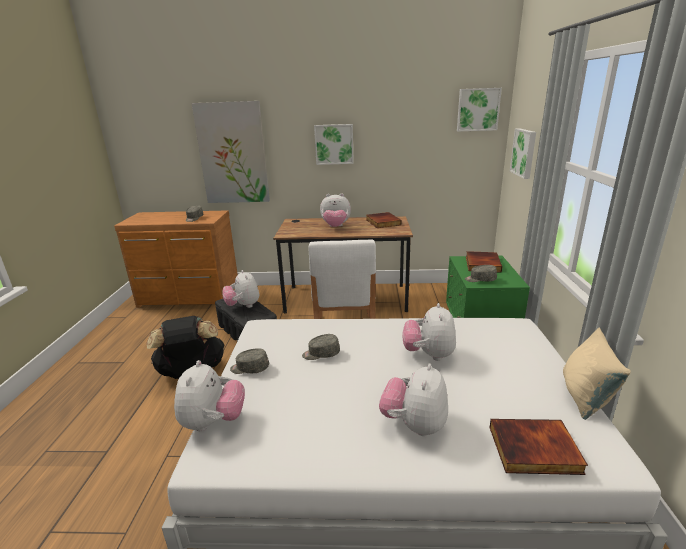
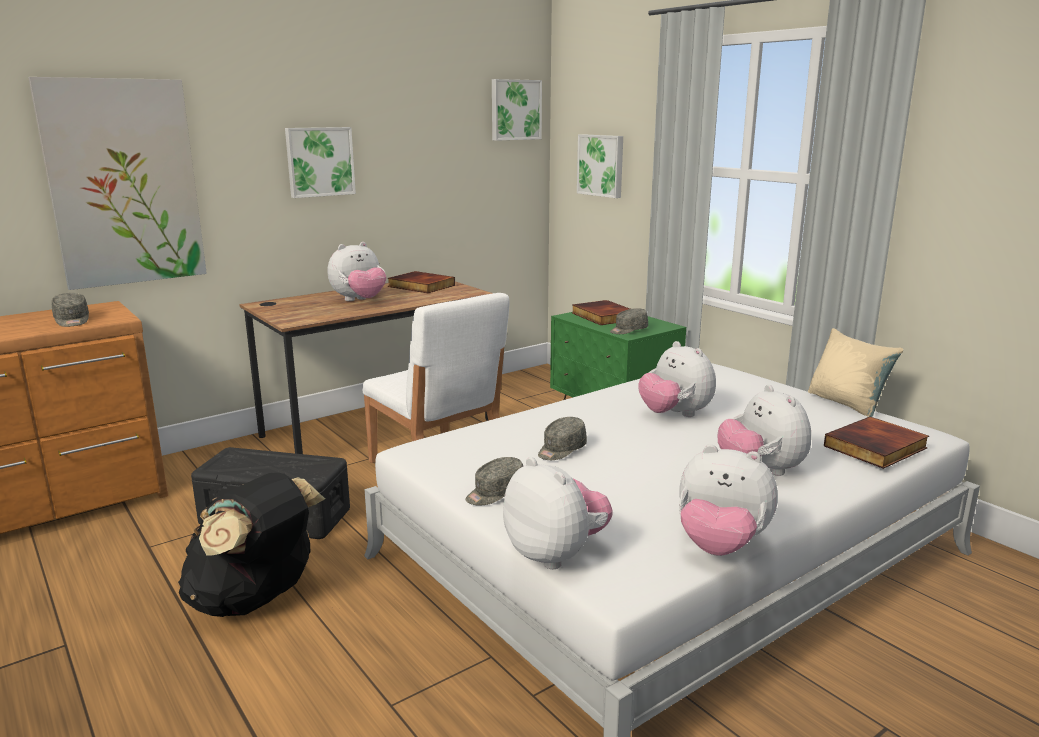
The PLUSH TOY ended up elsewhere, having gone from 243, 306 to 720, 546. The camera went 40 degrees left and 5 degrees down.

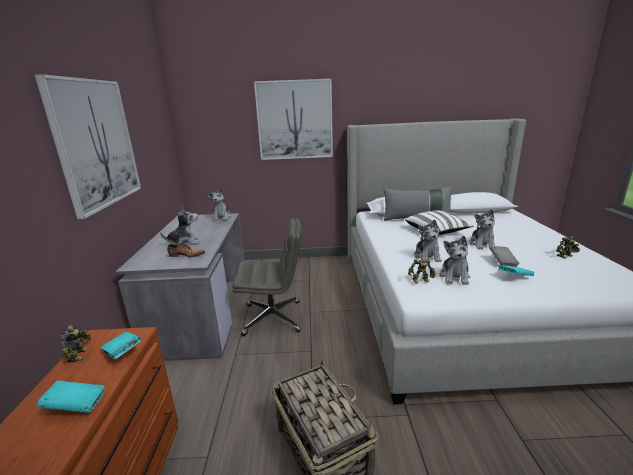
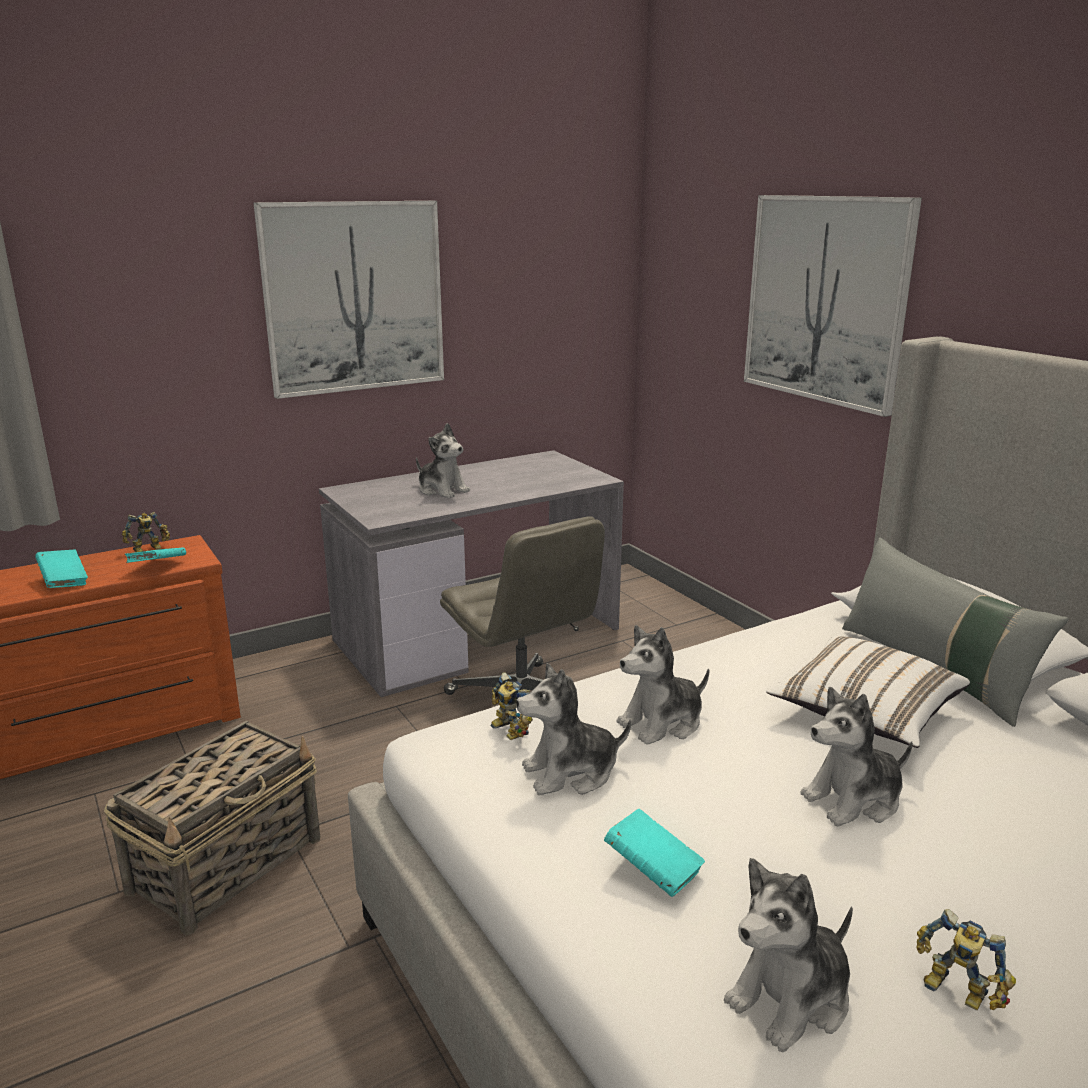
The PLUSH TOY ended up elsewhere, having gone from 222, 217 to 791, 998. The second view lost the SHOE at 186, 255. The second view lost the GREY BOOK at 502, 262. The camera went 60 degrees right and 0 degrees up.

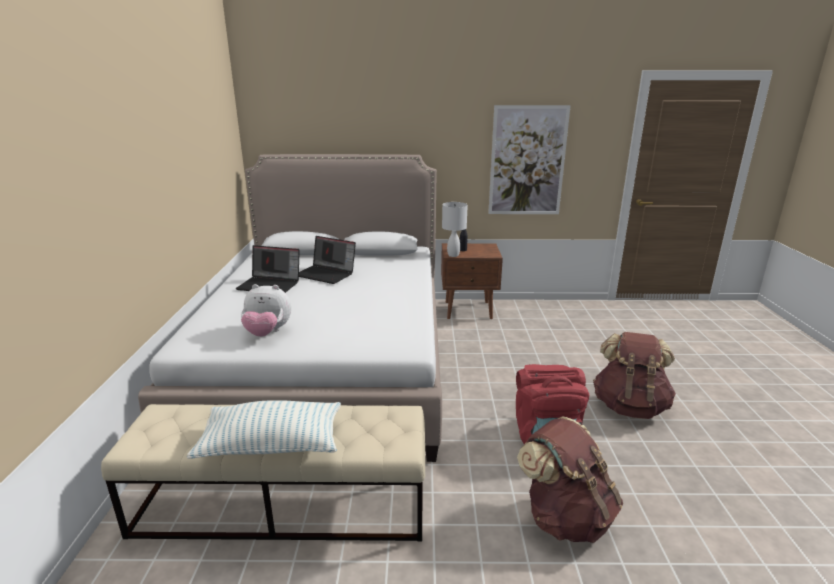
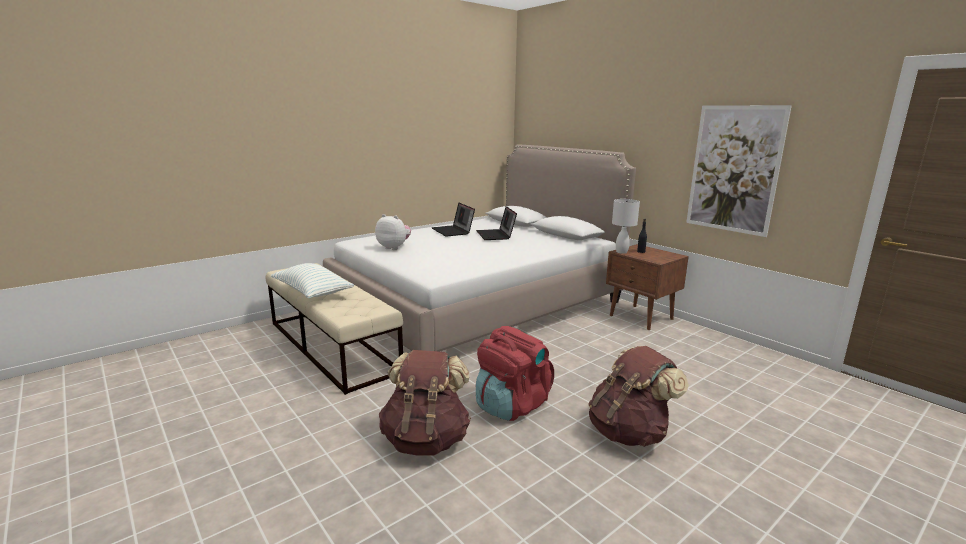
The PLUSH TOY at 267, 333 ended up facing another way, 150 degrees clockwise from before. The camera went 50 degrees right and 5 degrees down.

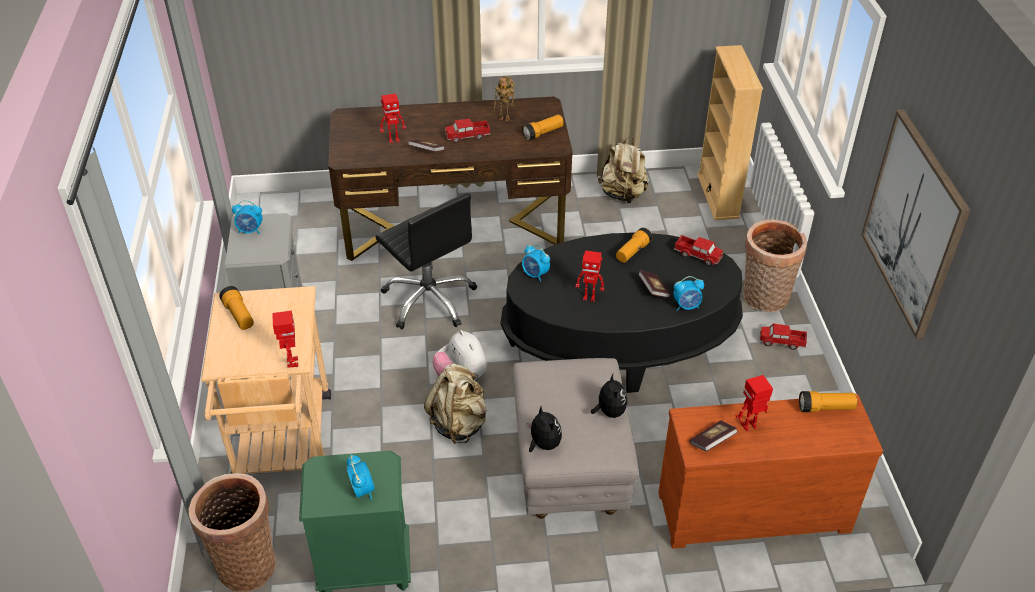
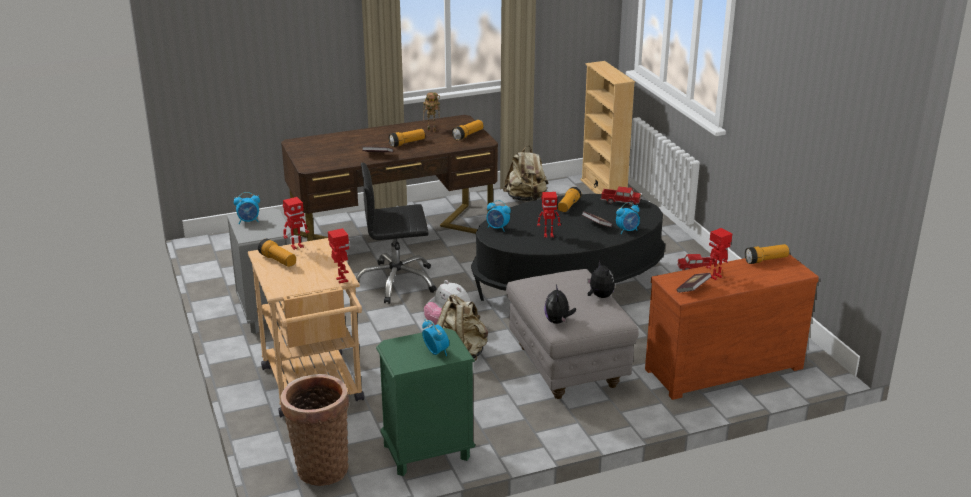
The TOY ROBOT ended up elsewhere, having gone from 393, 140 to 296, 246. The BLACK OFFICE CHAIR at 429, 299 ended up facing another way, 135 degrees clockwise from before. Where the TOY TRUCK stood at 467, 136, the FLASHLIGHT came to stand at 407, 143. The PLUSH TOY at 543, 444 ended up facing another way, 135 degrees counterclockwise from before. The second view lost the BASKET at 764, 299. The second view lost the PICTURE at 914, 223. The camera went 15 degrees left and 15 degrees down.

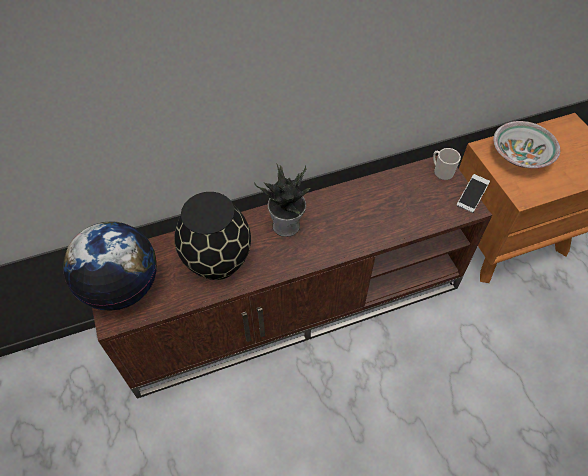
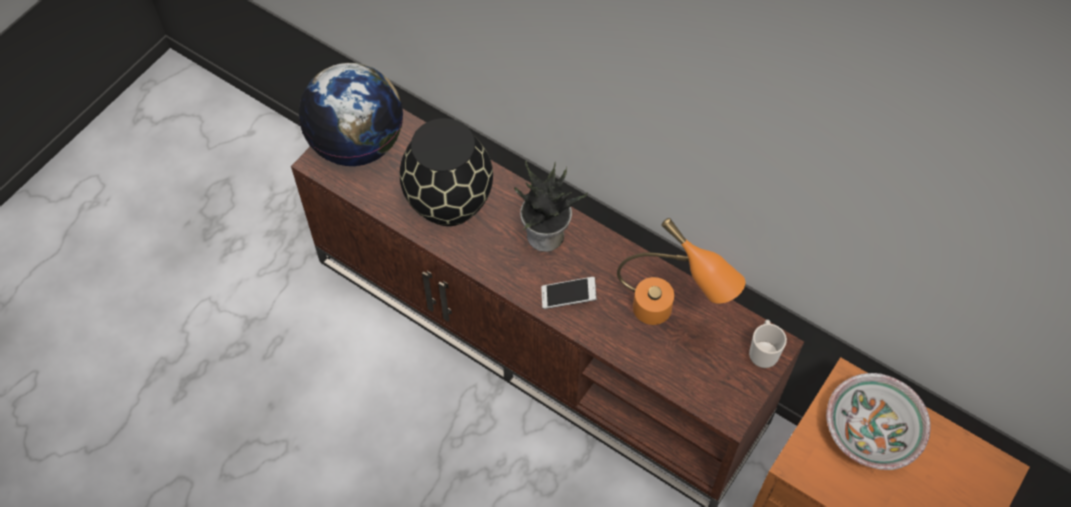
The PHONE ended up elsewhere, having gone from 471, 197 to 568, 297. The second view gained the ORANGE TABLE LAMP at 669, 317. The camera went 55 degrees right and 5 degrees up.

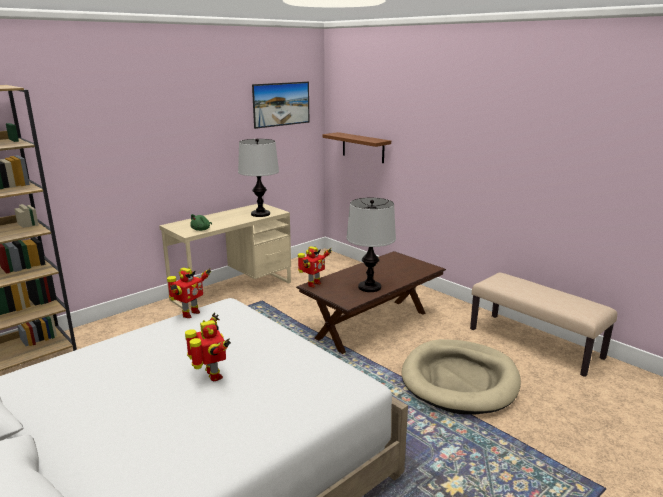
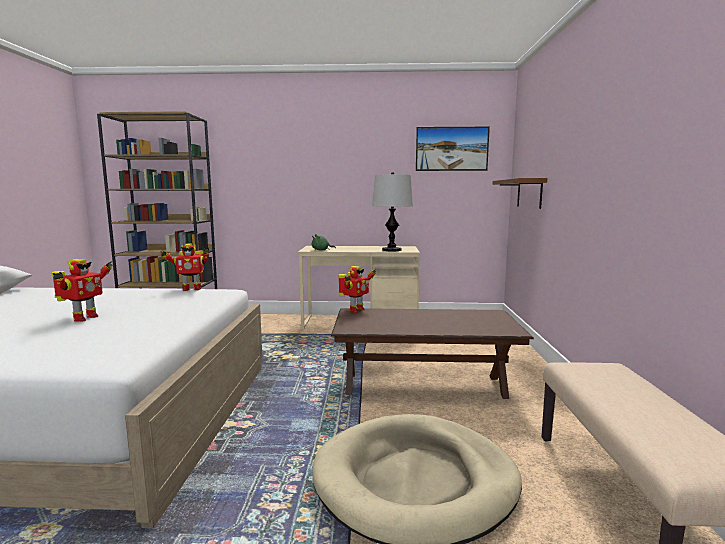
The TOY ROBOT at 313, 284 ended up facing another way, 45 degrees counterclockwise from before. The second view lost the TABLE LAMP at 369, 287. The camera went 45 degrees right and 10 degrees down.

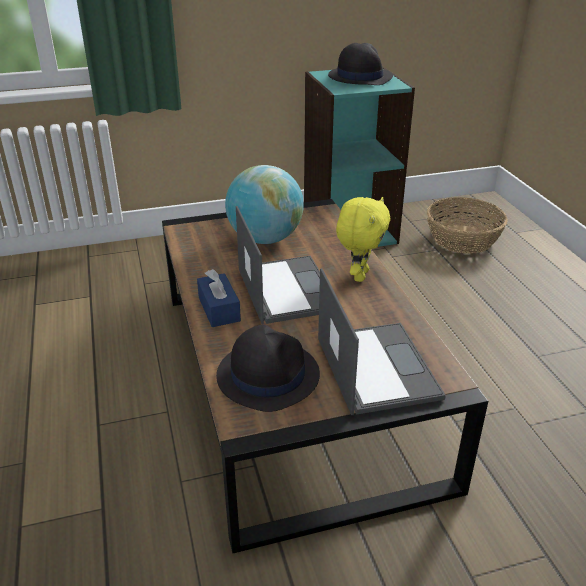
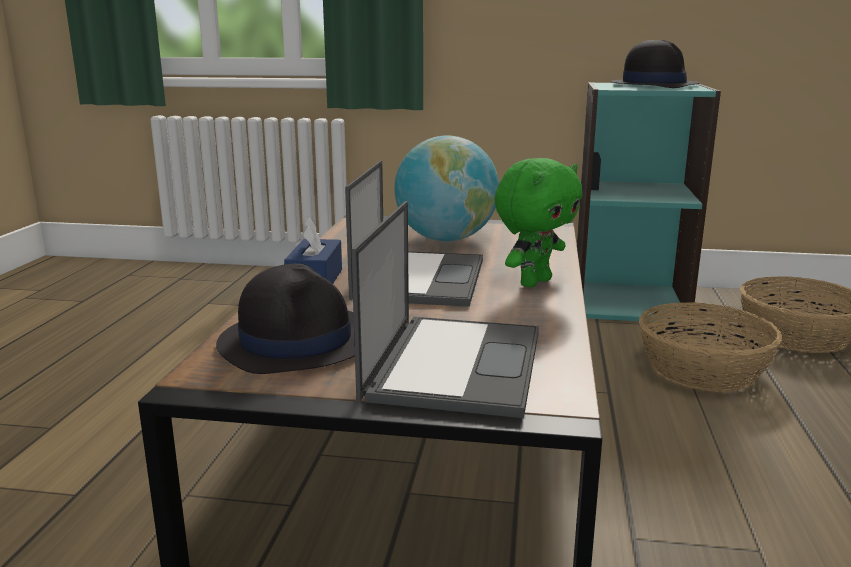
What was the YELLOW PLUSH TOY at 359, 275 turned into the GREEN PLUSH TOY at 534, 282. The second view gained the BASKET at 703, 370. The camera went 25 degrees right and 15 degrees down.

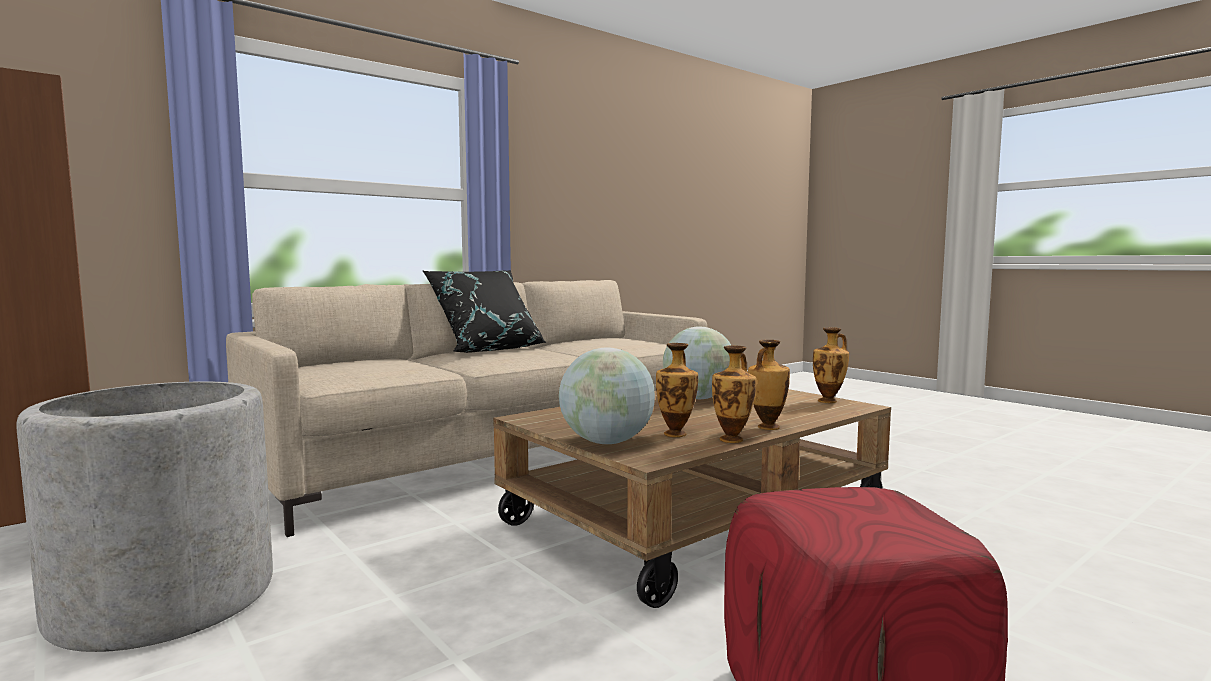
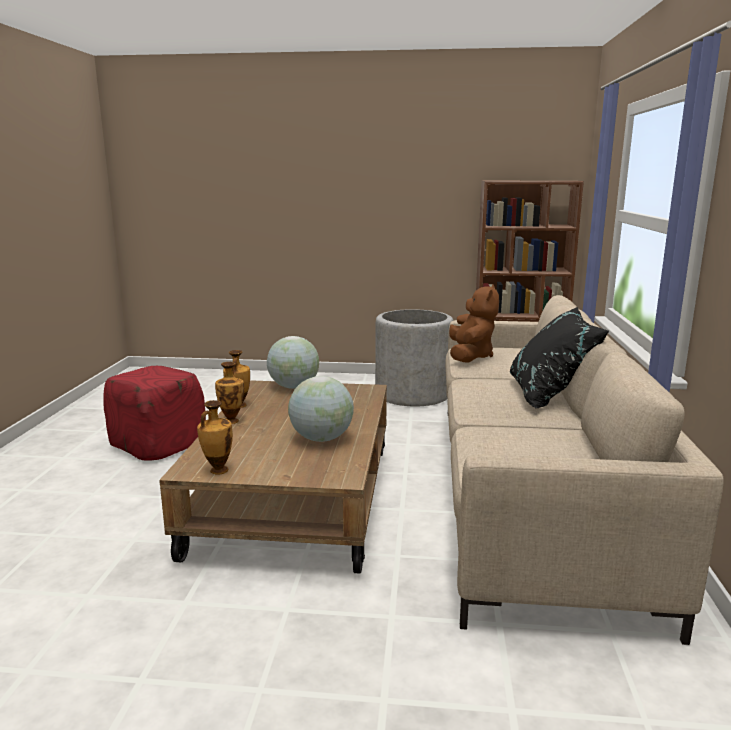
The second view gained the BROWN PLUSH TOY at 470, 356. The second view lost the VASE at 676, 434. The camera went 135 degrees right and 10 degrees up.

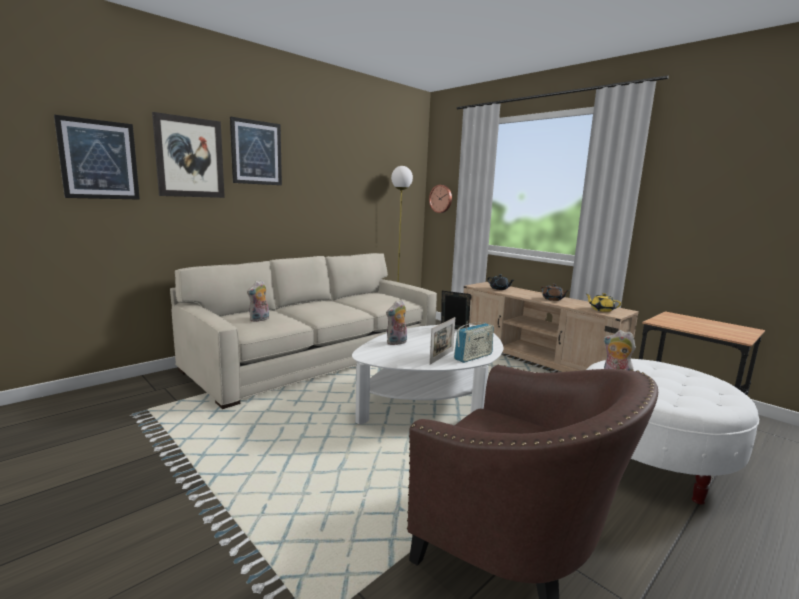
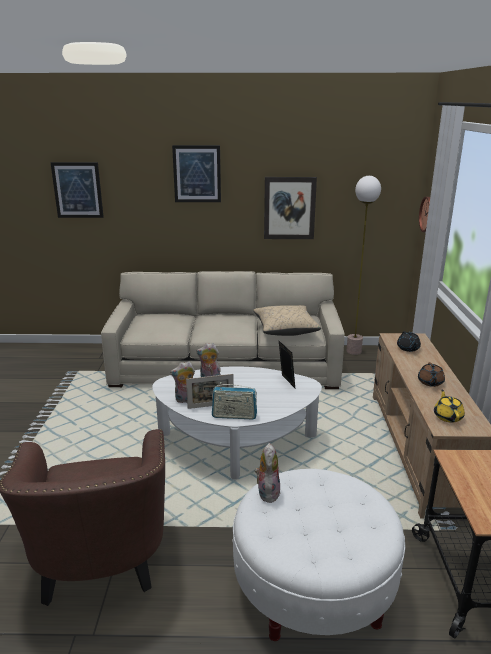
The PLUSH TOY ended up elsewhere, having gone from 259, 320 to 185, 400. The second view gained the BEIGE PILLOW at 285, 329. The PICTURE ended up elsewhere, having gone from 190, 157 to 289, 208. The camera went 45 degrees right and 10 degrees up.

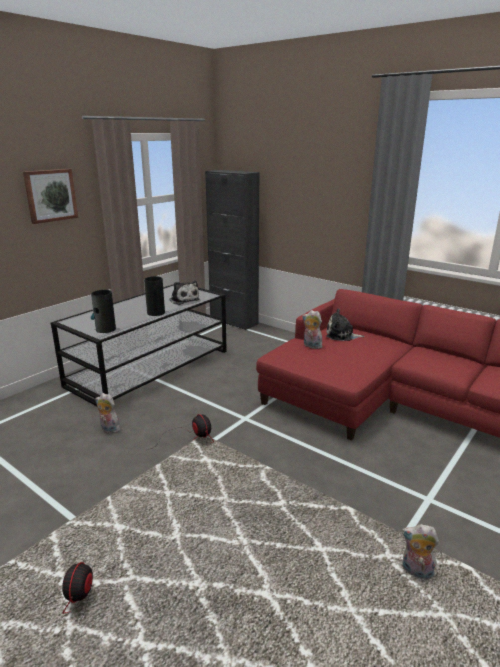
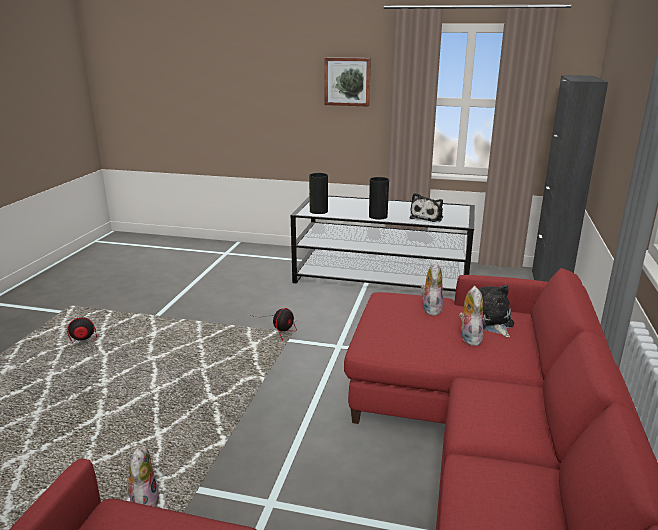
The PLUSH TOY ended up elsewhere, having gone from 109, 429 to 469, 338. The camera went 65 degrees right and 0 degrees up.

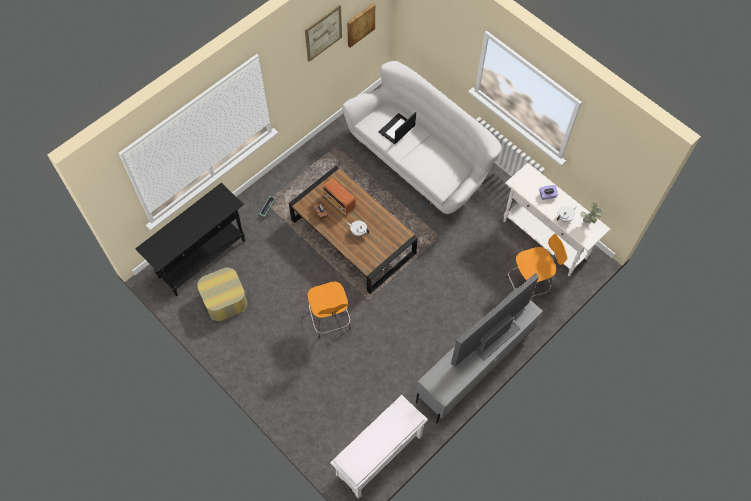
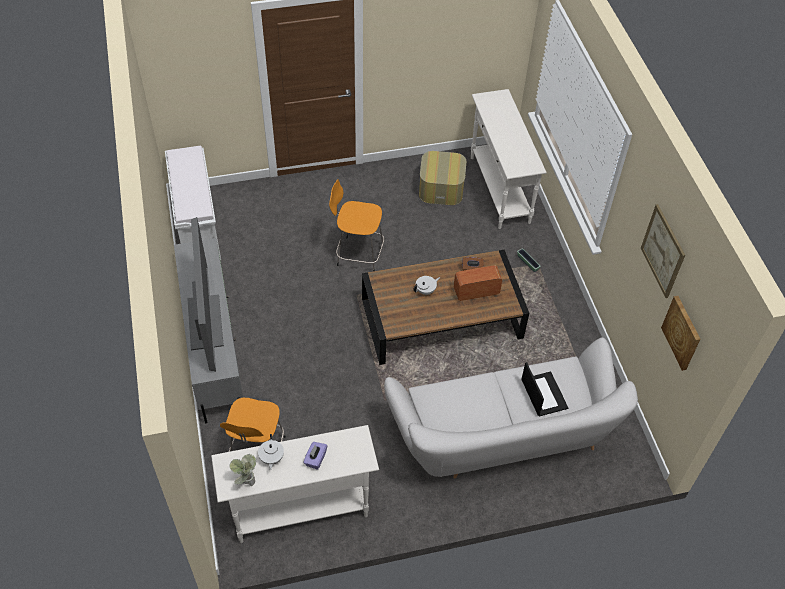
What was the BLACK CONSOLE TABLE at 202, 259 turned into the WHITE CONSOLE TABLE at 499, 190. The camera went 120 degrees right and 10 degrees down.

